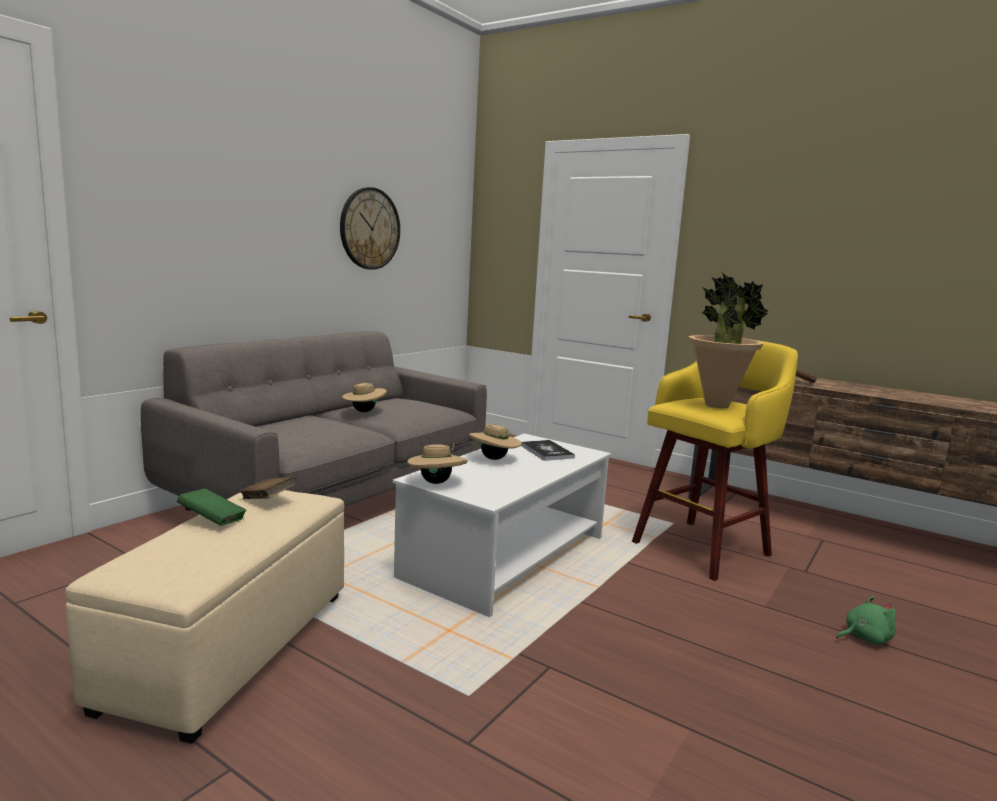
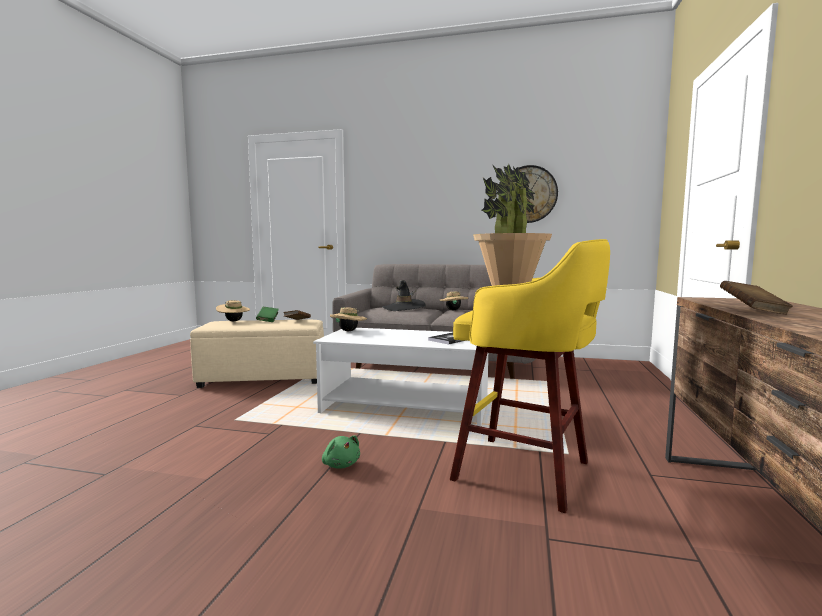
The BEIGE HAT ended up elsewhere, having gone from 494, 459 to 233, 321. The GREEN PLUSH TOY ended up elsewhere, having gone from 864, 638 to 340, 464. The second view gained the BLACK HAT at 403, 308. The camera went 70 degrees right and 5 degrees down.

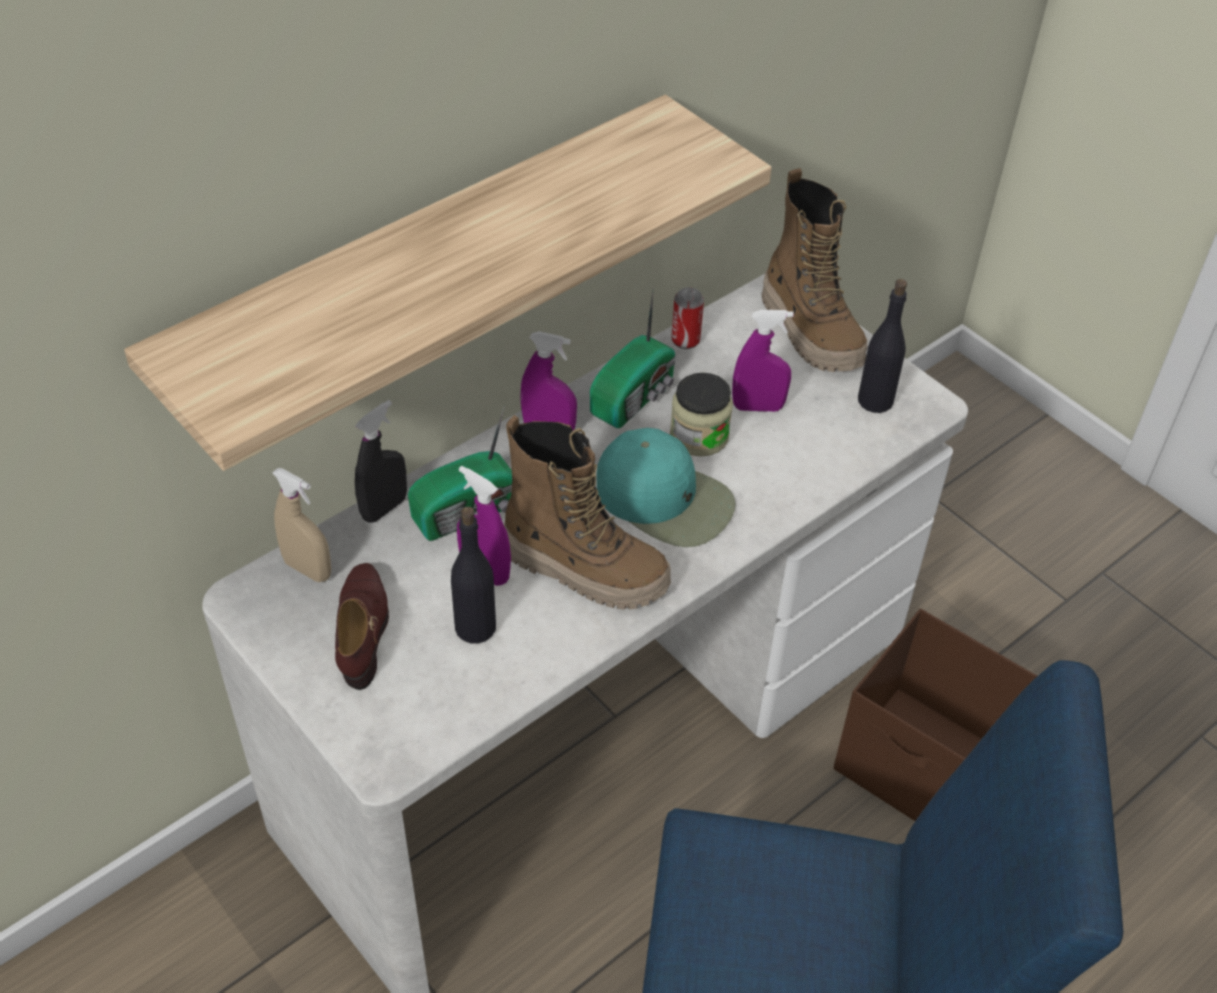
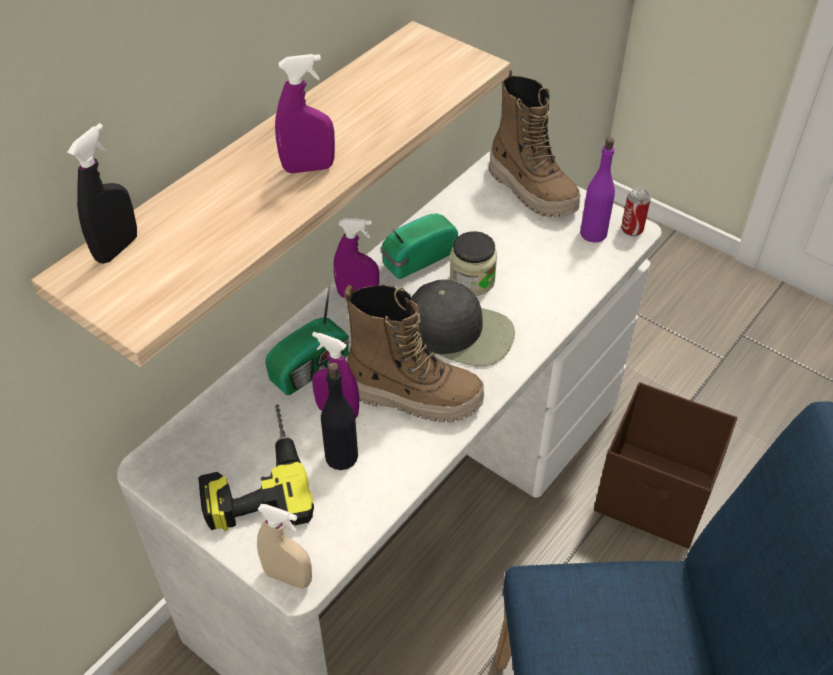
The BLACK SPRAY BOTTLE ended up elsewhere, having gone from 384, 508 to 117, 248. Where the BROWN SHOE stood at 363, 630, the POWER DRILL came to stand at 253, 475. The BEIGE SPRAY BOTTLE ended up elsewhere, having gone from 308, 569 to 288, 577. The PURPLE SPRAY BOTTLE ended up elsewhere, having gone from 758, 407 to 308, 168. The RADIO at 636, 396 ended up facing another way, 150 degrees counterclockwise from before. What was the TURQUOISE CAP at 665, 499 turned into the BLACK CAP at 460, 332. What was the BLACK BOTTLE at 876, 400 turned into the PURPLE BOTTLE at 593, 233. The CAN ended up elsewhere, having gone from 685, 340 to 632, 229. The camera went 10 degrees left and 0 degrees up.

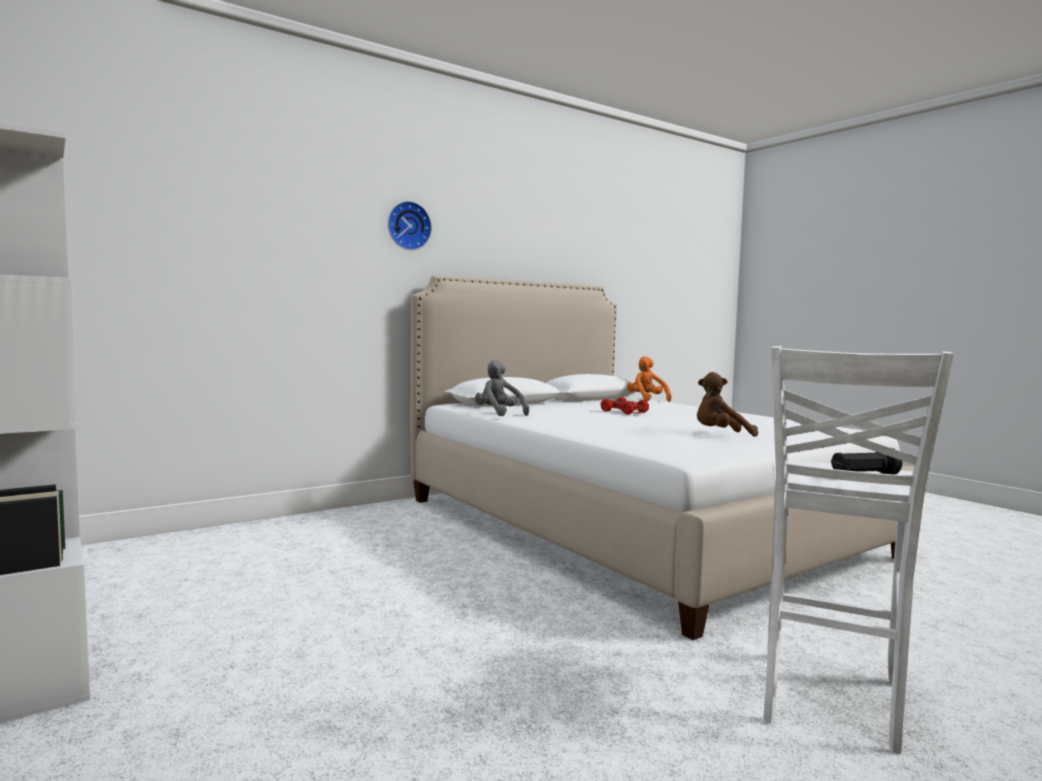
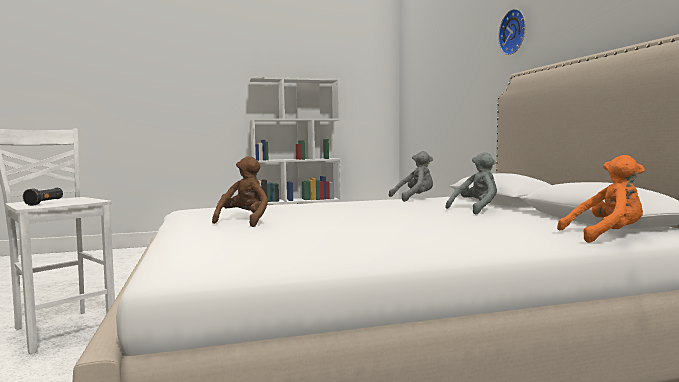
The second view gained the GREY PLUSH TOY at 476, 210. The second view lost the RED TOY CAR at 625, 412. The camera went 110 degrees right and 0 degrees up.

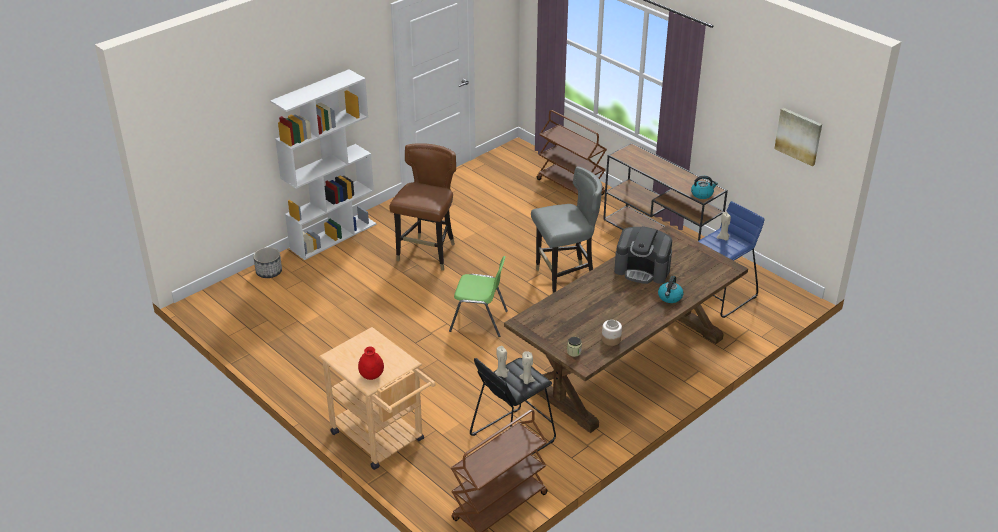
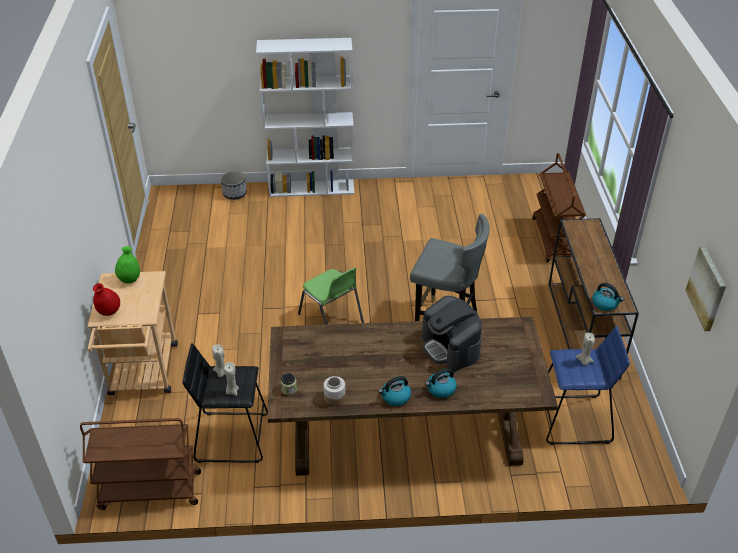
The second view gained the GREEN VASE at 130, 279. The second view gained the KETTLE at 395, 397. The second view lost the BROWN CHAIR at 428, 254. The camera went 40 degrees right and 5 degrees up.

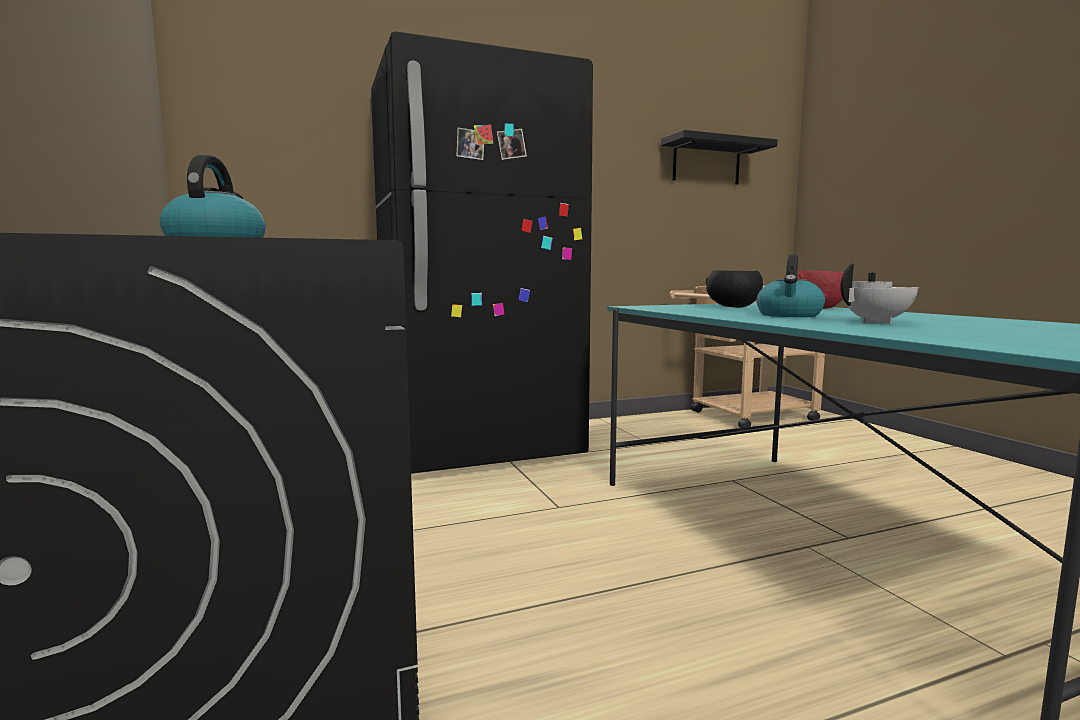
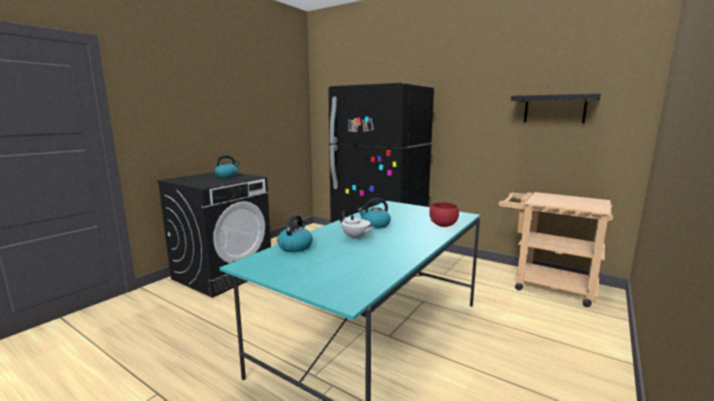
The second view gained the KETTLE at 295, 247. The second view lost the BLACK BOWL at 732, 307. The camera went 55 degrees right and 5 degrees up.

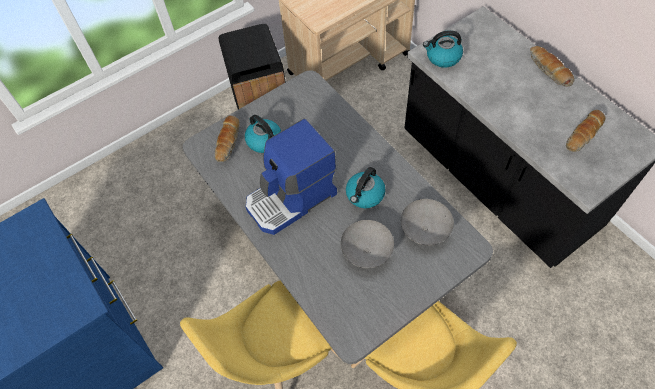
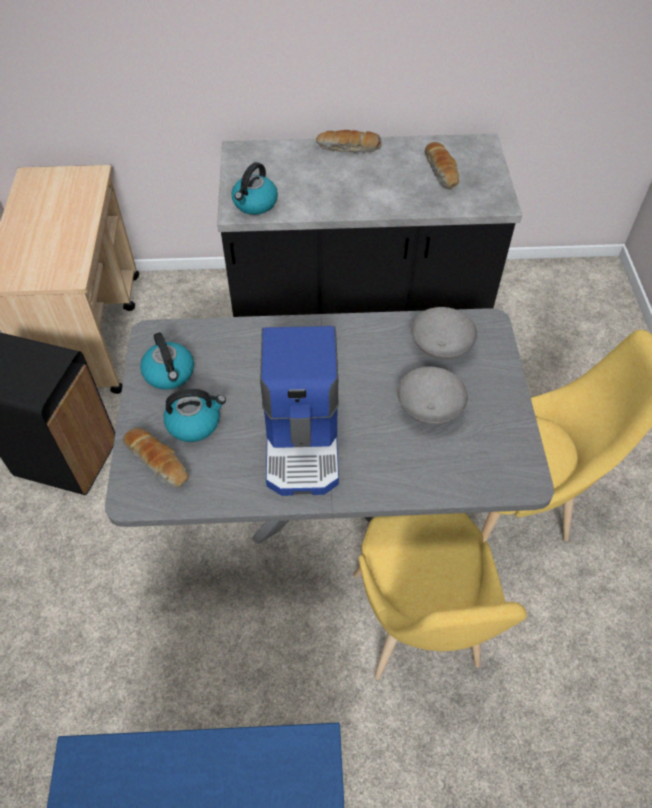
The KETTLE ended up elsewhere, having gone from 365, 195 to 170, 374. The camera went 60 degrees left and 5 degrees down.

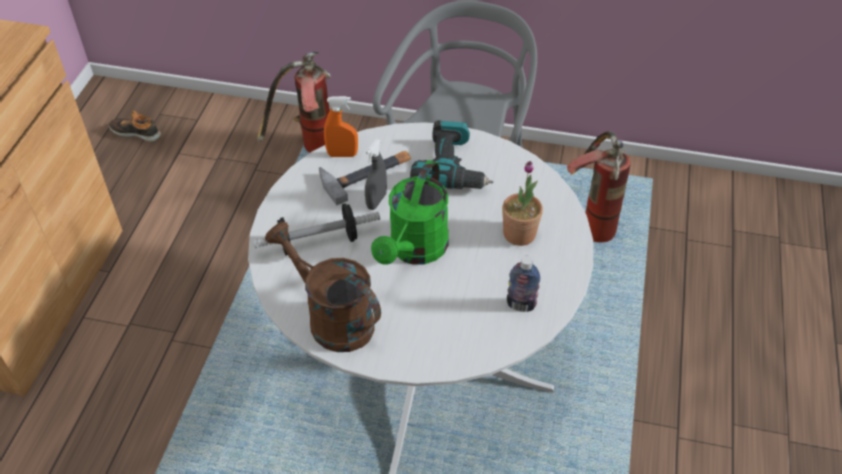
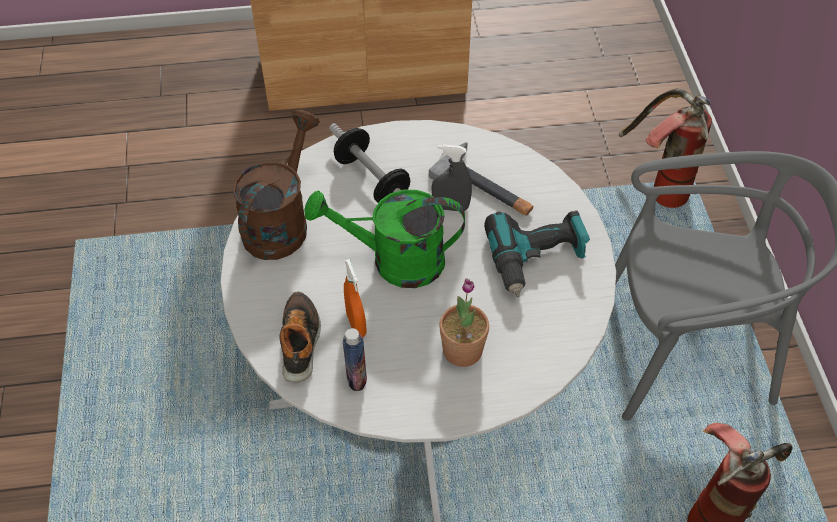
The SHOE ended up elsewhere, having gone from 136, 132 to 300, 341. The ORANGE SPRAY BOTTLE ended up elsewhere, having gone from 342, 154 to 356, 324. The camera went 70 degrees right and 5 degrees up.

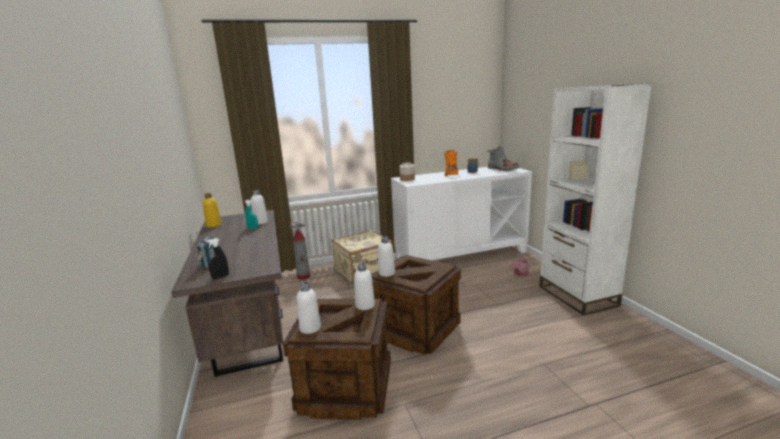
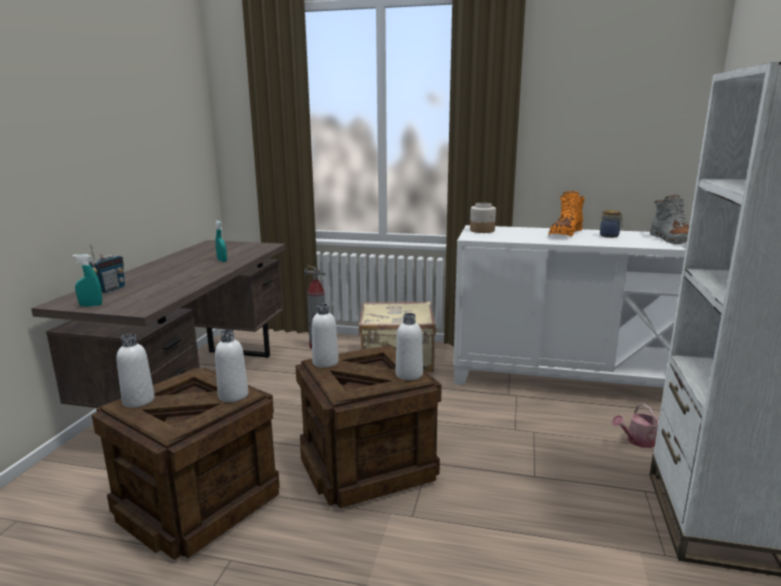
What was the BLACK SPRAY BOTTLE at 220, 277 turned into the TURQUOISE SPRAY BOTTLE at 91, 305. The WHITE BOTTLE ended up elsewhere, having gone from 260, 222 to 409, 374. The second view lost the YELLOW BOTTLE at 214, 225. The camera went 30 degrees right and 0 degrees up.

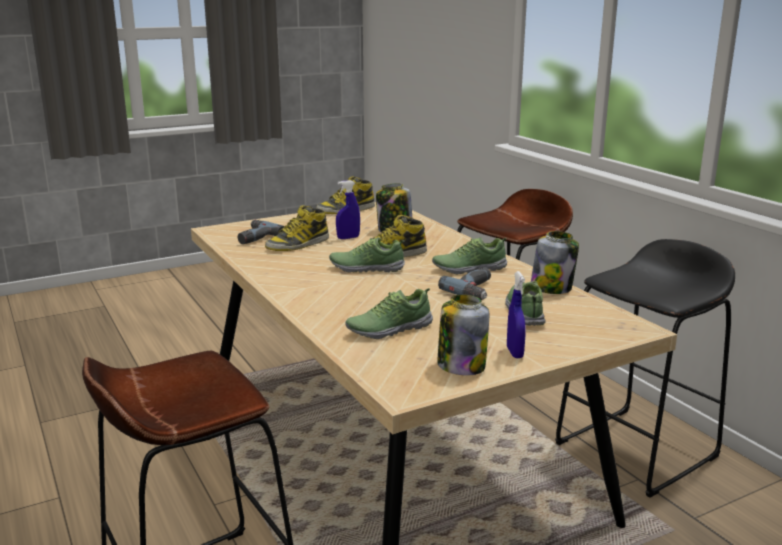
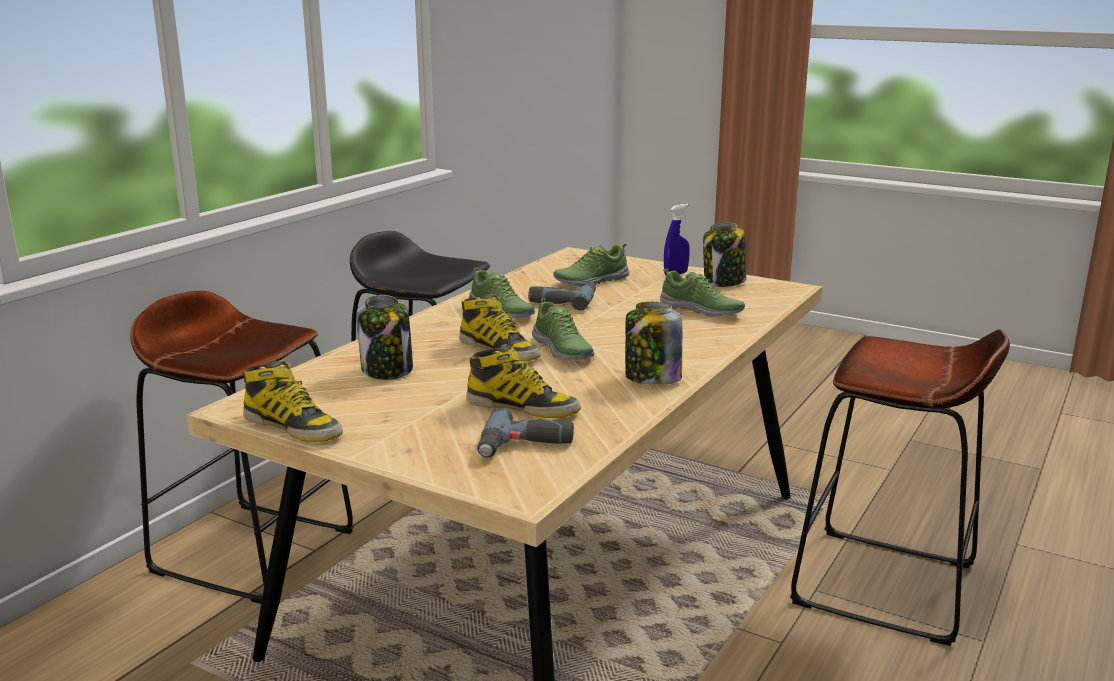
The JAR ended up elsewhere, having gone from 552, 288 to 651, 378. The second view lost the BLUE SPRAY BOTTLE at 348, 238. The camera went 120 degrees left and 0 degrees up.

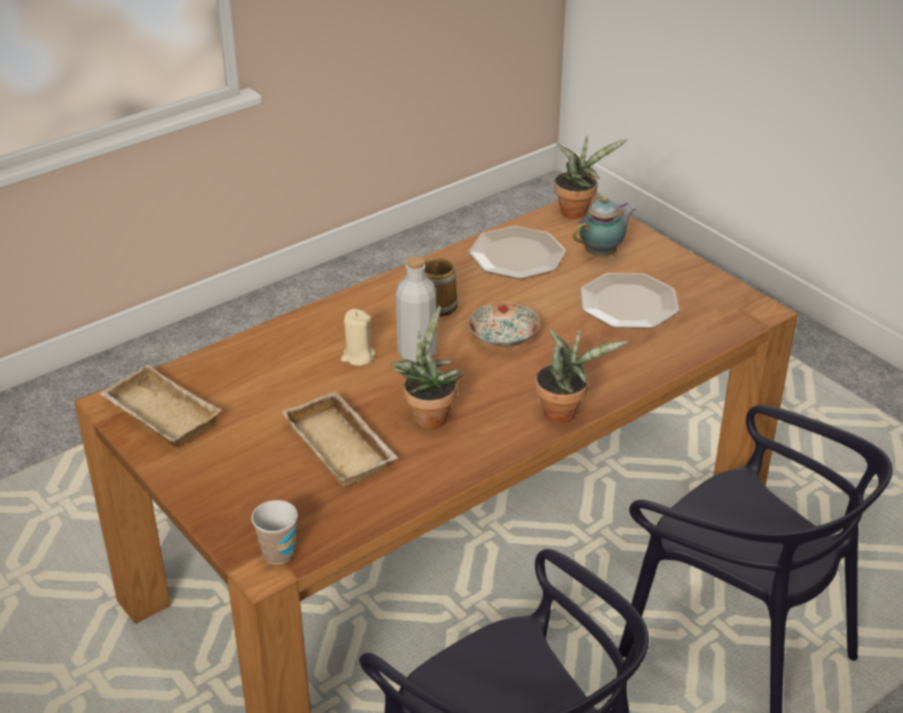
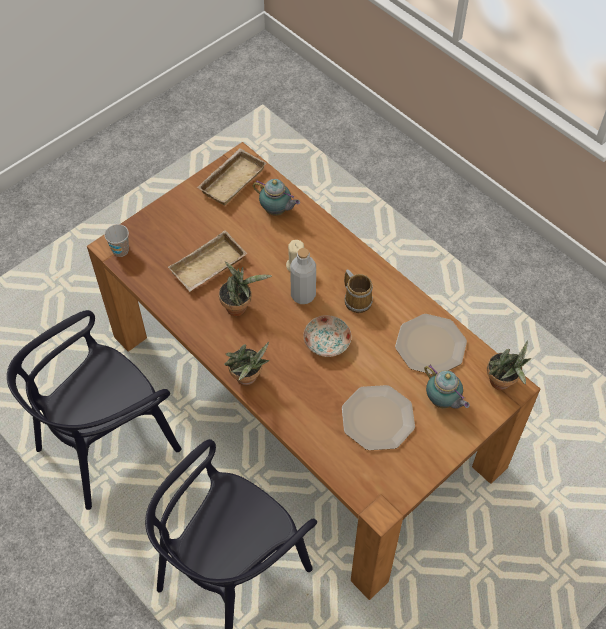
The second view gained the TEAPOT at 277, 211. The camera went 85 degrees right and 20 degrees up.

